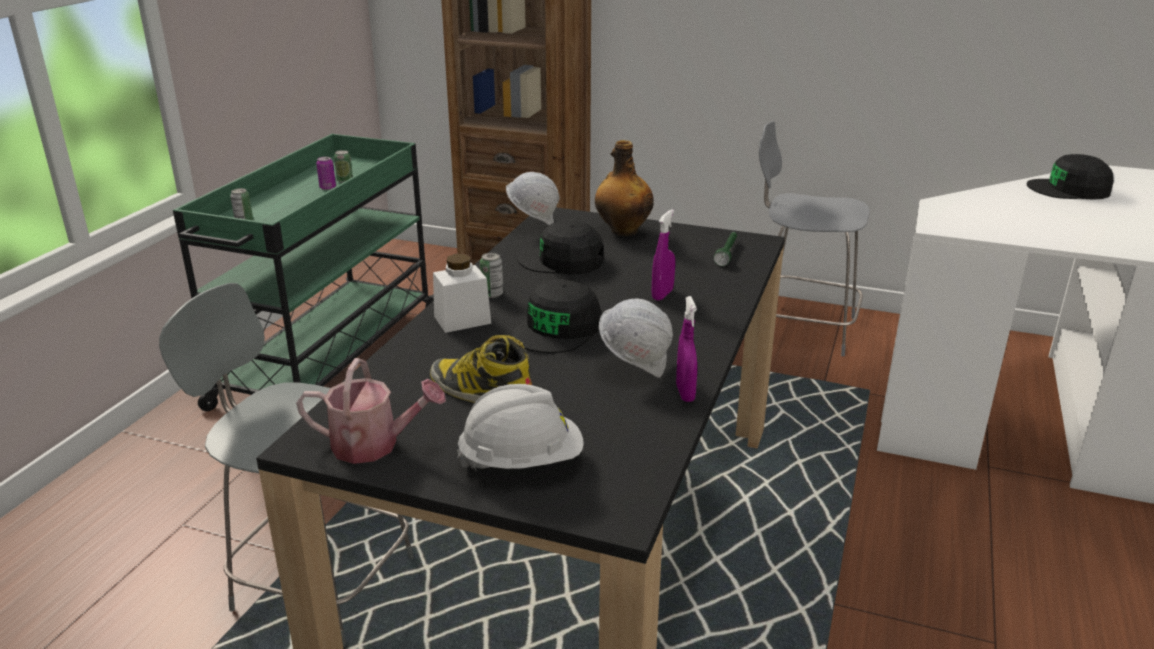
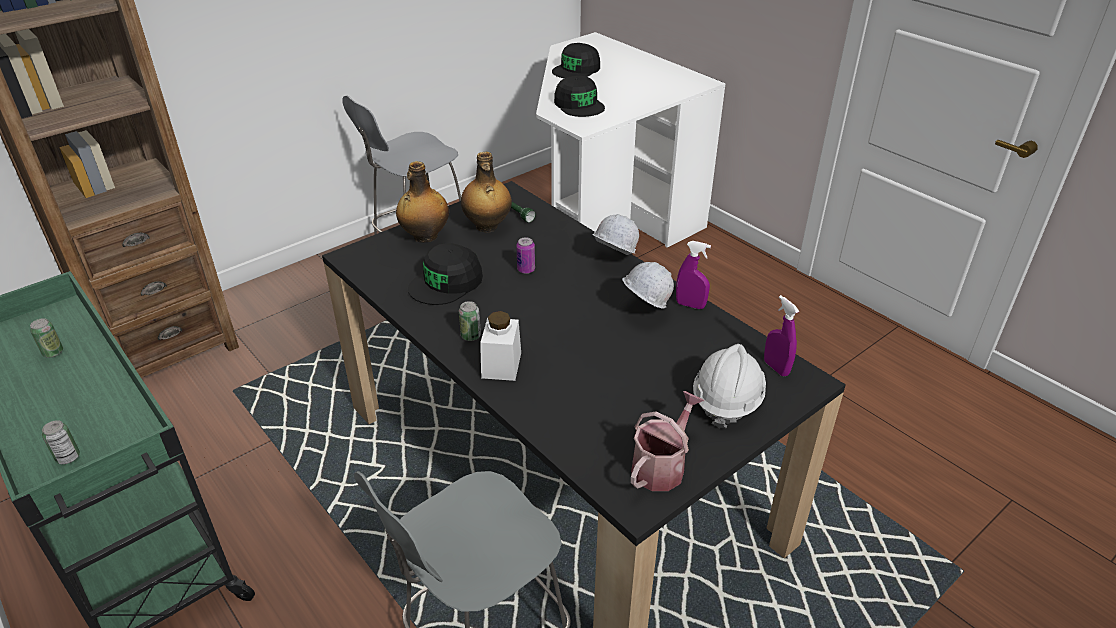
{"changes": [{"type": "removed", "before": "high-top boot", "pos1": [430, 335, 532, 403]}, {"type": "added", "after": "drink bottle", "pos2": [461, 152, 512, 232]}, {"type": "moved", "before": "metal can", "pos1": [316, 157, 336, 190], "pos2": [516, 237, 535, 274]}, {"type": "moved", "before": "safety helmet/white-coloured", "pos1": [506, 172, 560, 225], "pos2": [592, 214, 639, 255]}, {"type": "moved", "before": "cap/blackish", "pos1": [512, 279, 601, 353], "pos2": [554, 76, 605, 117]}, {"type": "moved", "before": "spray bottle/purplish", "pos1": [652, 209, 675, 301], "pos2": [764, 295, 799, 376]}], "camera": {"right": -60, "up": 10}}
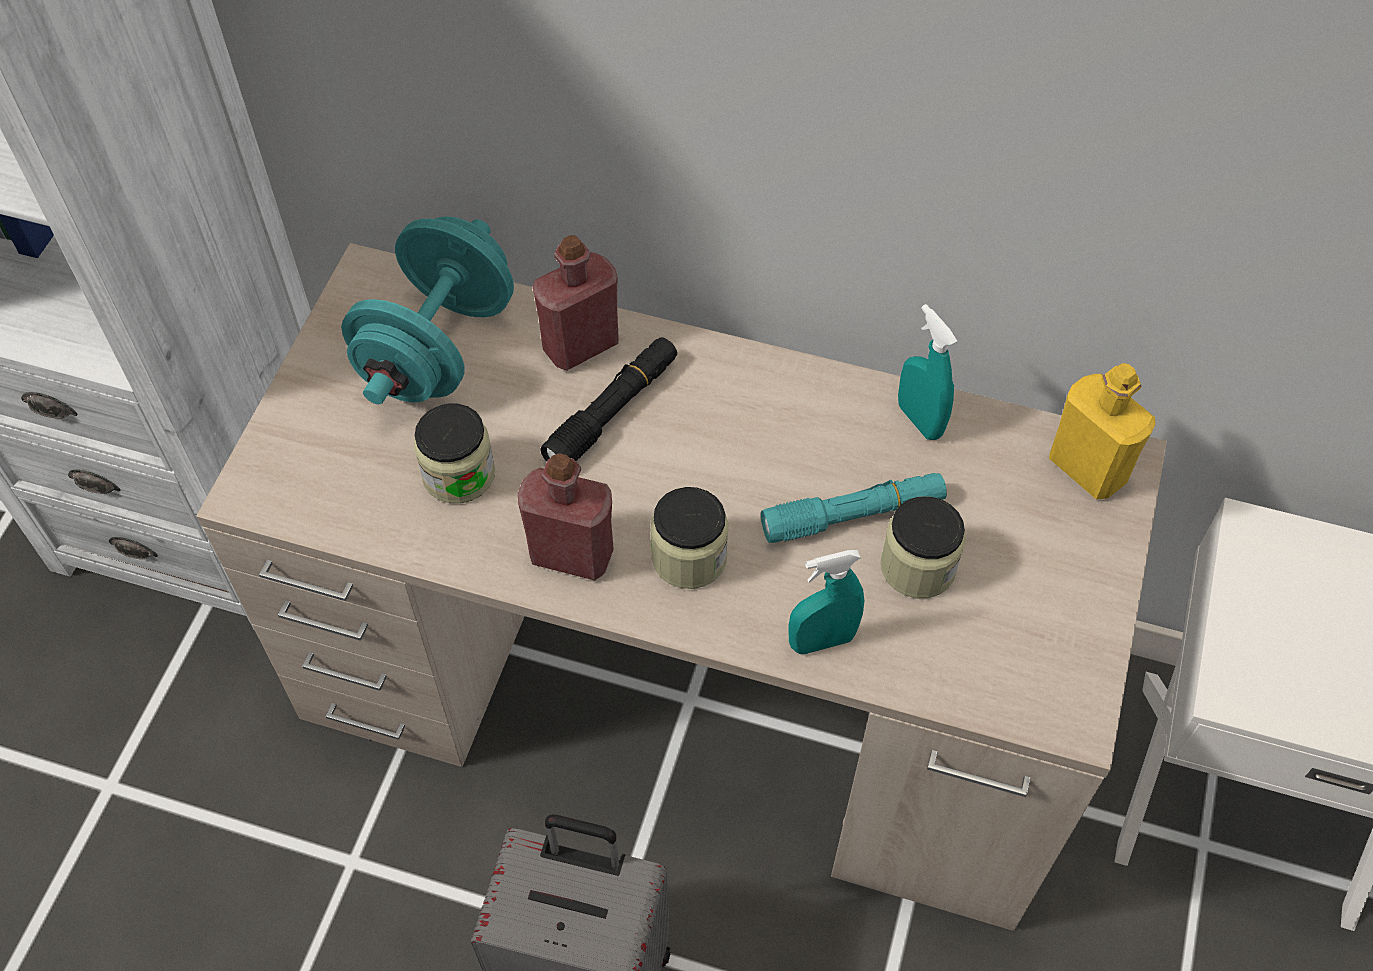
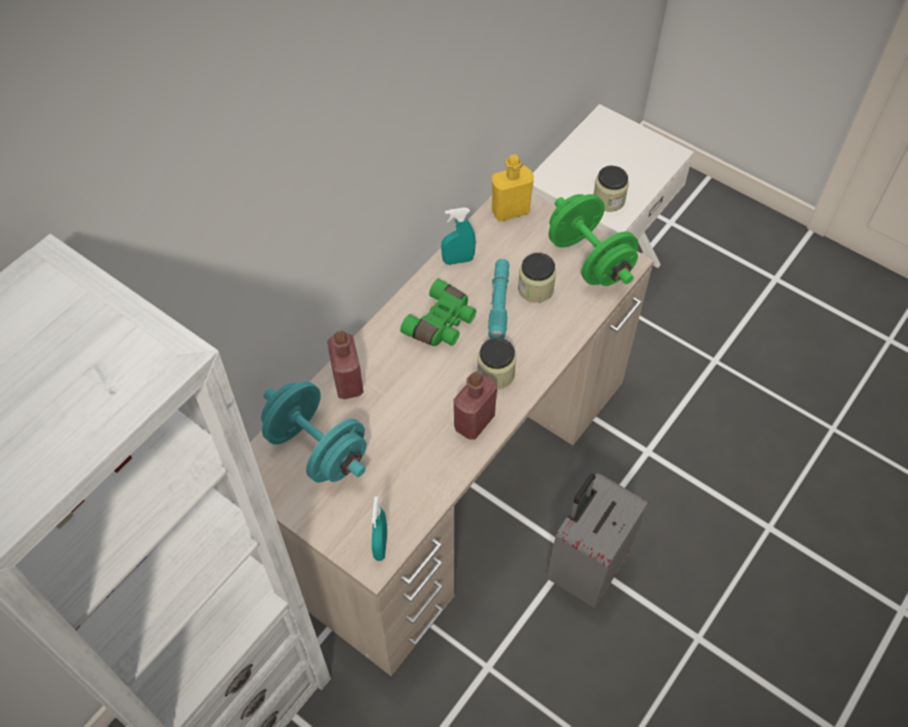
{"changes": [{"type": "removed", "before": "flashlight/blackish", "pos1": [540, 337, 677, 461]}, {"type": "added", "after": "binoculars/green", "pos2": [400, 279, 476, 346]}, {"type": "added", "after": "free weight/green", "pos2": [549, 194, 639, 286]}, {"type": "moved", "before": "preserve jar", "pos1": [414, 404, 495, 504], "pos2": [594, 166, 629, 212]}, {"type": "moved", "before": "spray bottle/turquoise", "pos1": [788, 550, 864, 654], "pos2": [371, 496, 387, 561]}], "camera": {"right": -70, "up": 0}}
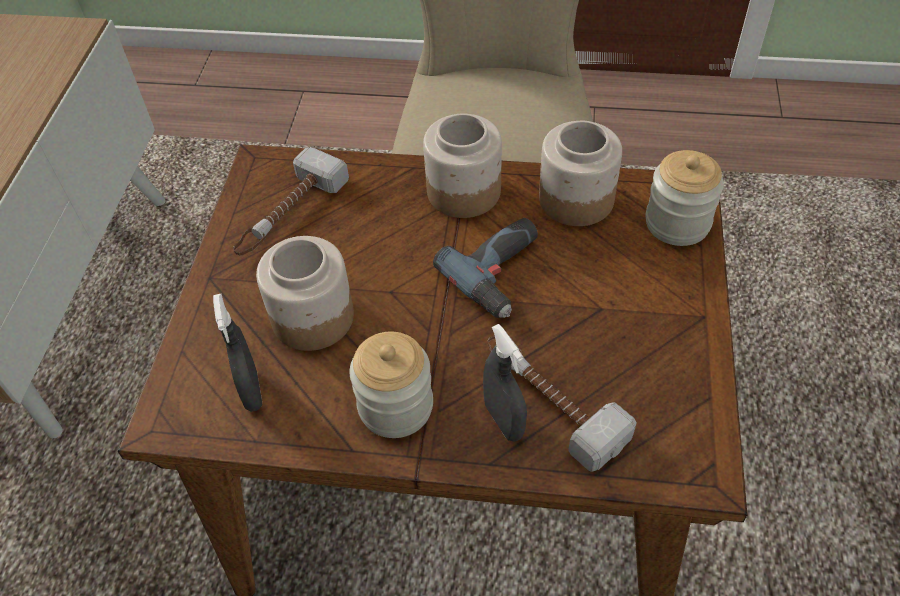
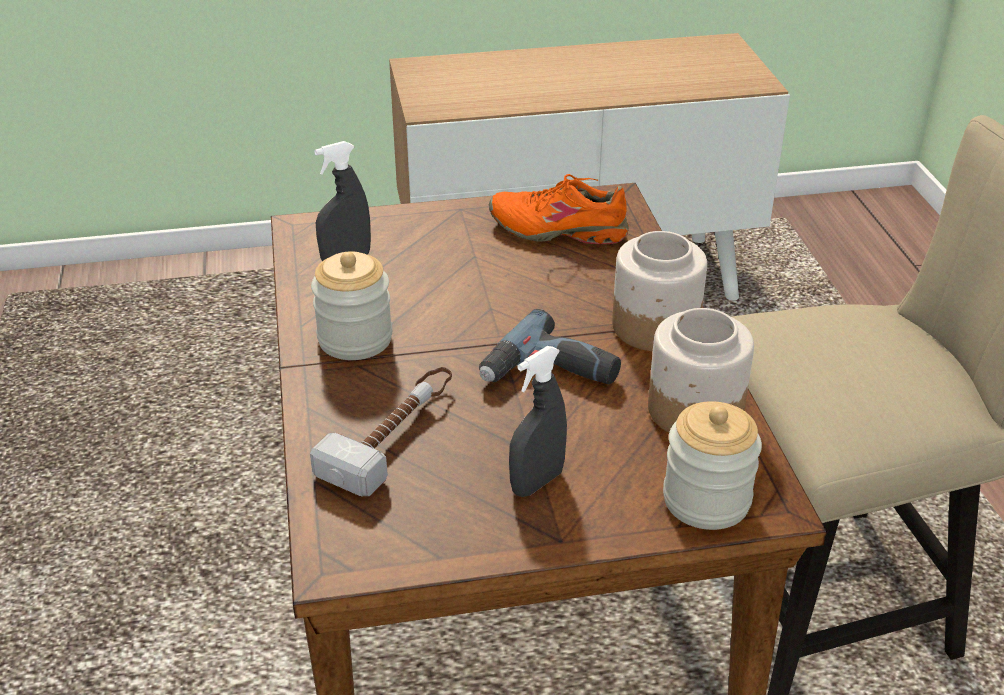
{"changes": [{"type": "removed", "before": "preserve jar", "pos1": [256, 236, 354, 351]}, {"type": "moved", "before": "spray bottle/grey", "pos1": [483, 324, 527, 442], "pos2": [509, 346, 567, 497]}, {"type": "replaced", "before": "hand hammer", "after": "shoe/orange-coloured", "pos1": [233, 147, 349, 256], "pos2": [489, 174, 629, 244]}], "camera": {"right": 70, "up": -15}}
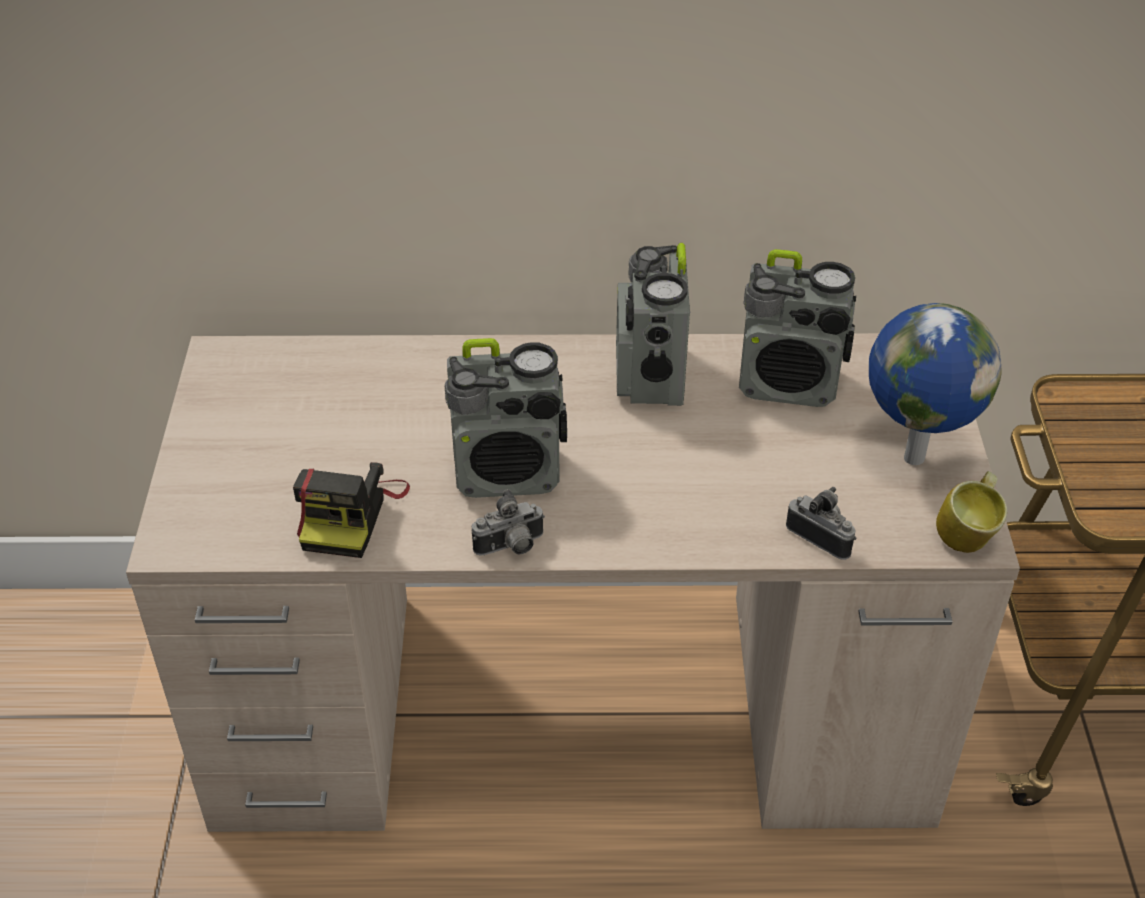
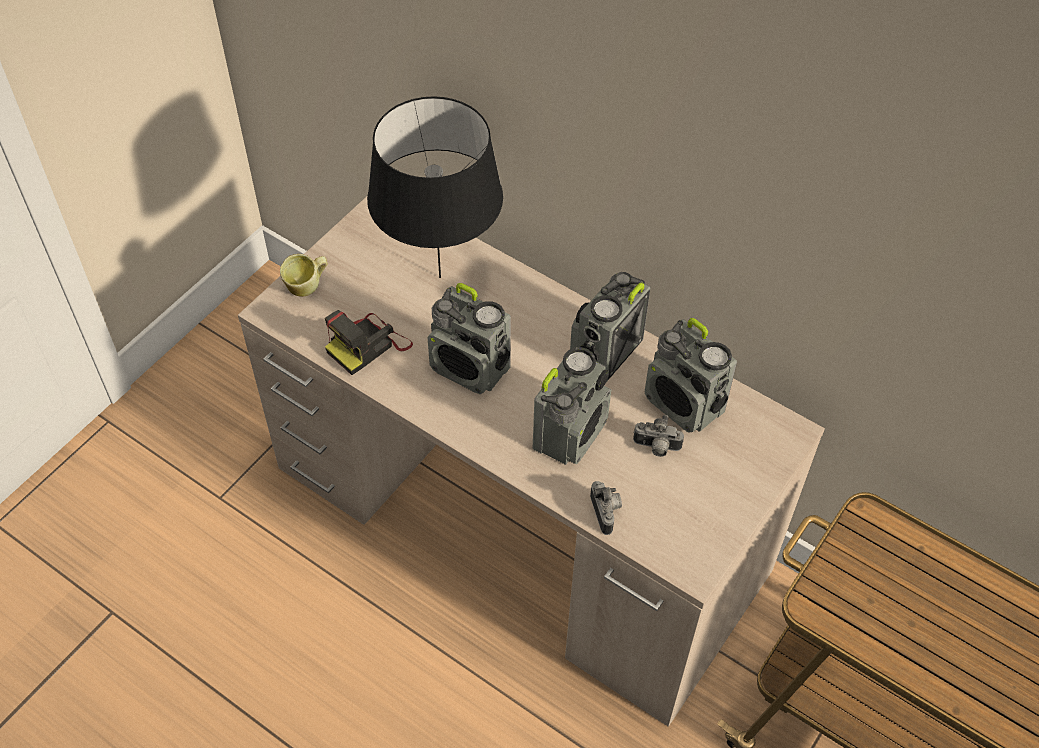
{"changes": [{"type": "removed", "before": "desk globe", "pos1": [869, 303, 1002, 465]}, {"type": "added", "after": "table lamp/blackish", "pos2": [367, 96, 503, 278]}, {"type": "added", "after": "radio set", "pos2": [533, 347, 611, 465]}, {"type": "moved", "before": "photo camera", "pos1": [472, 489, 545, 556], "pos2": [633, 415, 684, 457]}, {"type": "moved", "before": "coffee mug", "pos1": [936, 471, 1007, 553], "pos2": [280, 254, 327, 297]}], "camera": {"right": 35, "up": 10}}
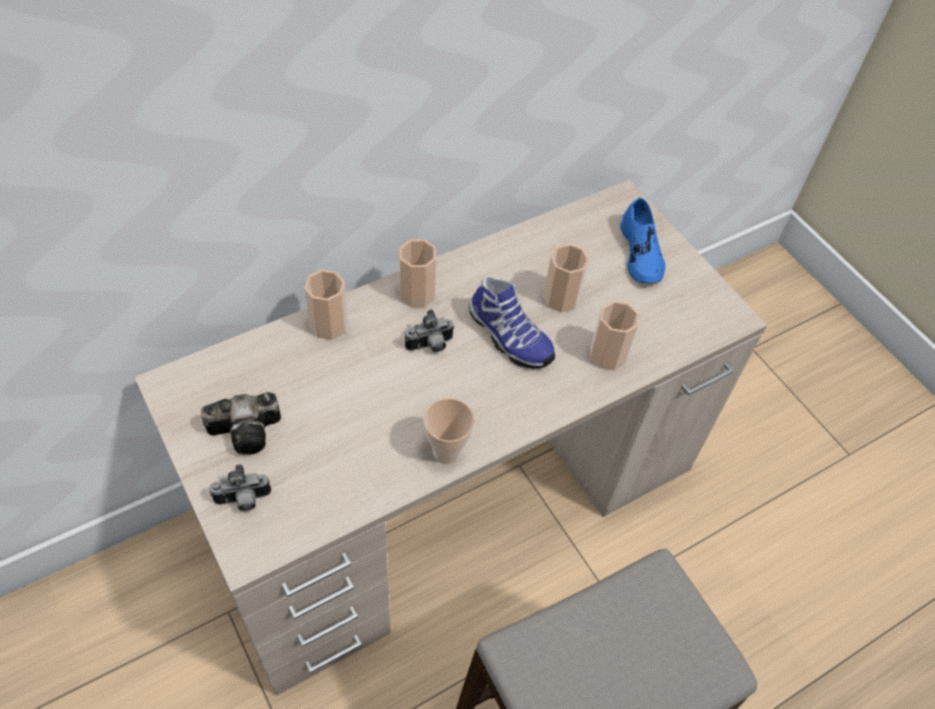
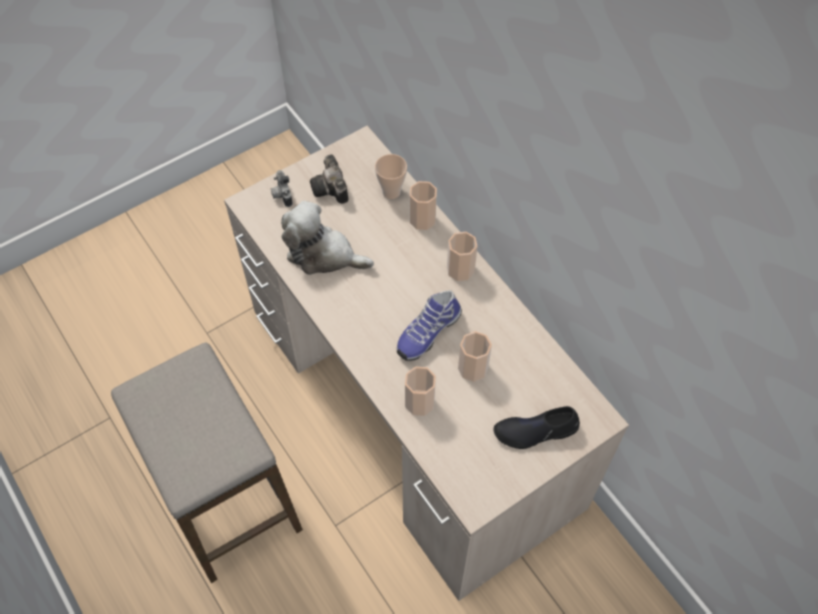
{"changes": [{"type": "removed", "before": "photo camera", "pos1": [405, 309, 455, 352]}, {"type": "added", "after": "soft toy", "pos2": [281, 201, 374, 275]}, {"type": "moved", "before": "small cup", "pos1": [424, 398, 475, 464], "pos2": [375, 154, 407, 199]}, {"type": "recoloured", "before": "shoe/blue-coloured", "after": "shoe/blackish", "pos1": [620, 197, 666, 283], "pos2": [494, 406, 580, 449]}], "camera": {"right": 90, "up": 5}}
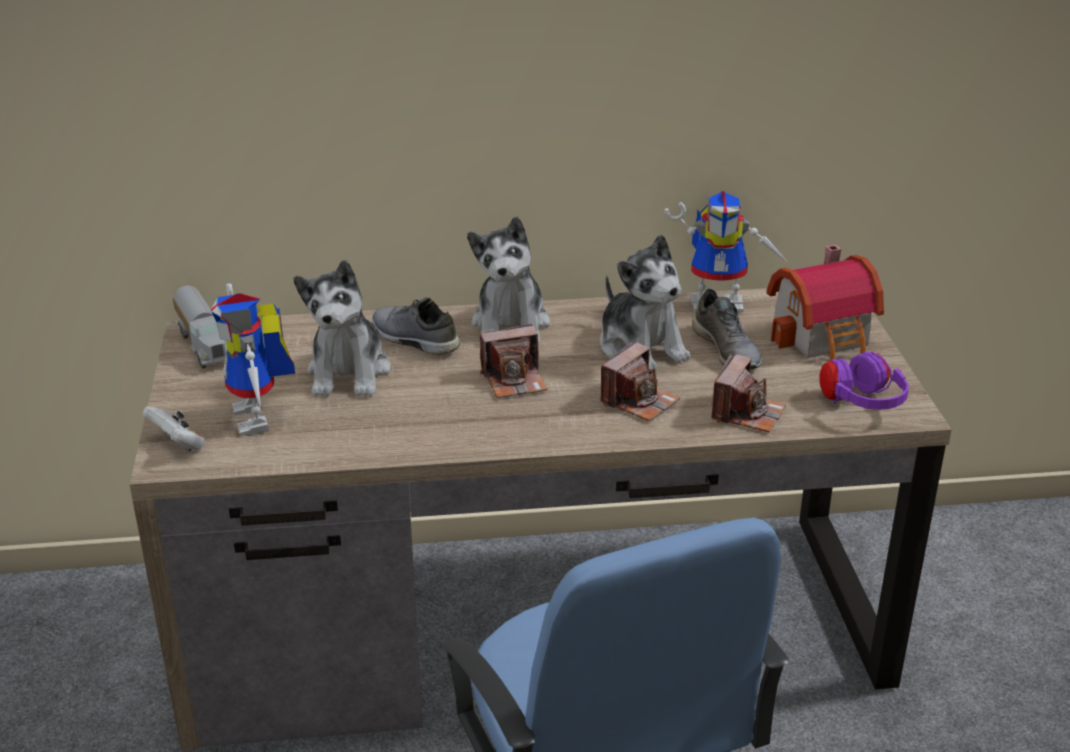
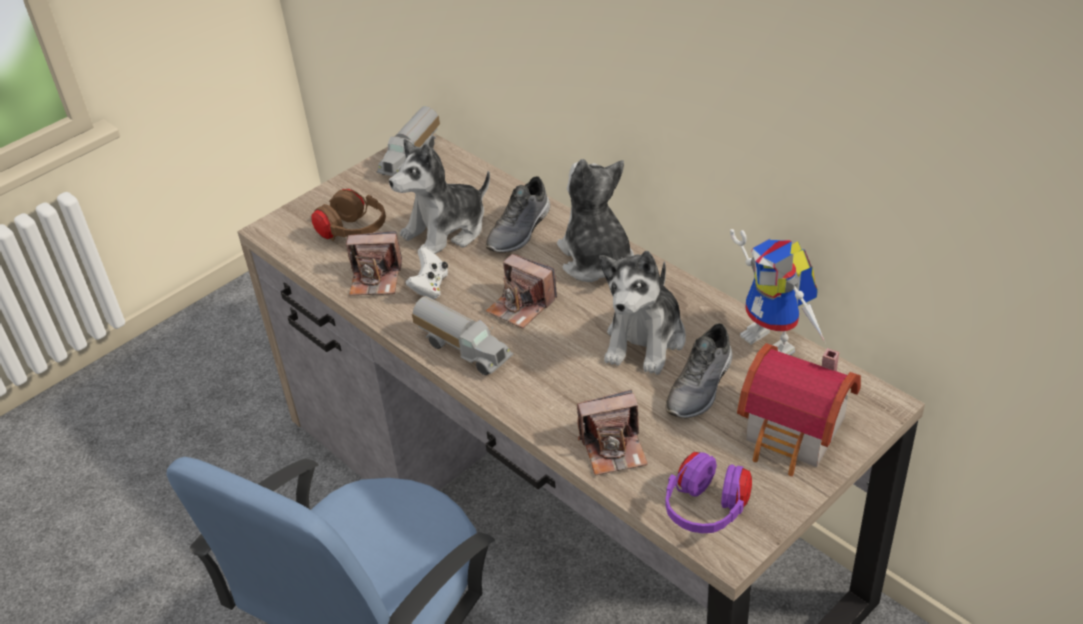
{"changes": [{"type": "added", "after": "toy truck", "pos2": [412, 296, 513, 375]}, {"type": "moved", "before": "joypad/white-coloured", "pos1": [142, 406, 205, 451], "pos2": [405, 247, 448, 299]}, {"type": "moved", "before": "photo camera", "pos1": [600, 342, 680, 421], "pos2": [346, 231, 402, 296]}, {"type": "replaced", "before": "model robot", "after": "headset/brown", "pos1": [211, 283, 295, 436], "pos2": [311, 189, 386, 241]}, {"type": "turned", "before": "shoe/grey", "pos1": [372, 297, 460, 355], "pos2": [485, 176, 550, 253], "turn": -150}, {"type": "turned", "before": "soft toy", "pos1": [467, 216, 550, 345], "pos2": [557, 159, 634, 282], "turn": 105}], "camera": {"right": 55, "up": 10}}
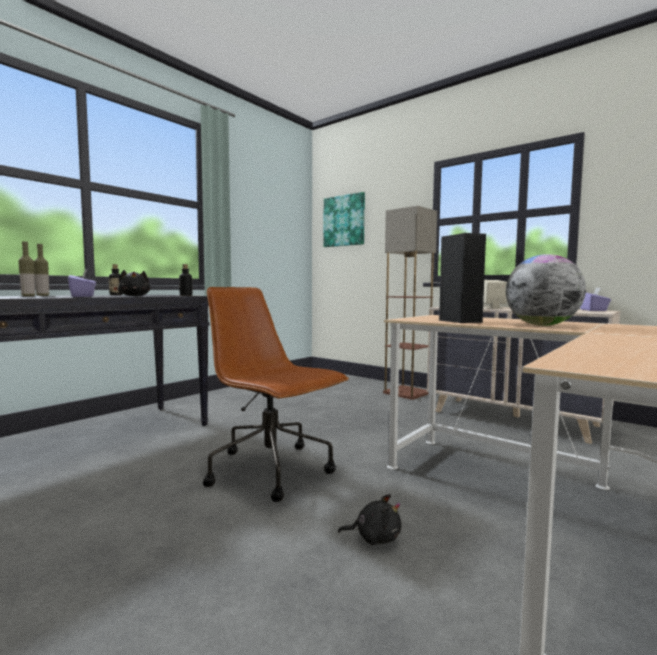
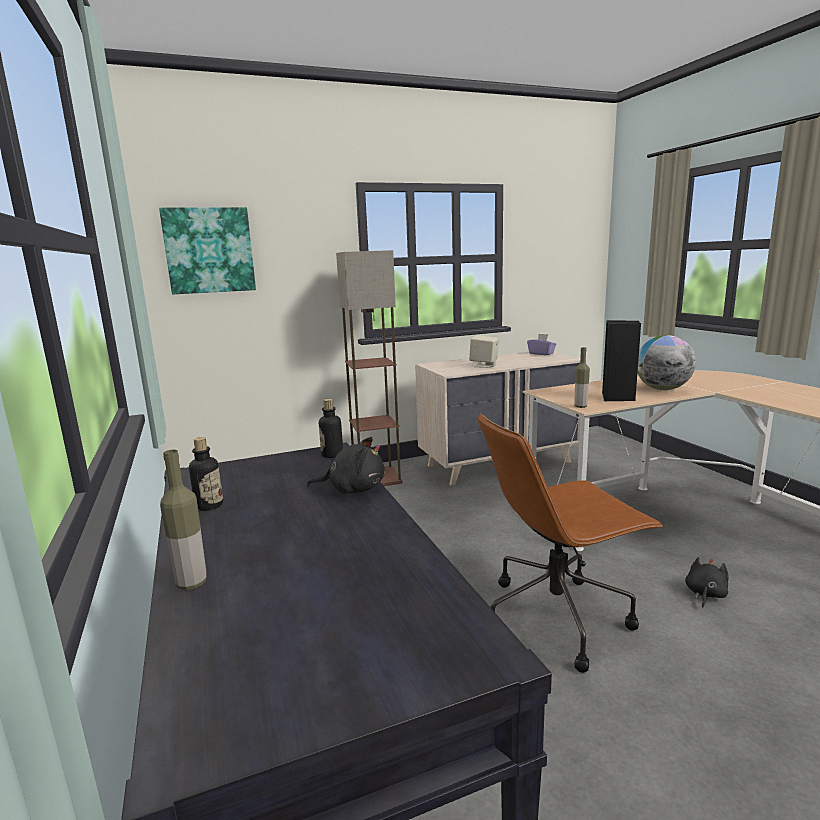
{"changes": [{"type": "removed", "before": "box of tissues/purplish", "pos1": [68, 269, 96, 297]}, {"type": "moved", "before": "drink bottle", "pos1": [18, 241, 35, 296], "pos2": [574, 347, 590, 408]}], "camera": {"right": -60, "up": 10}}
